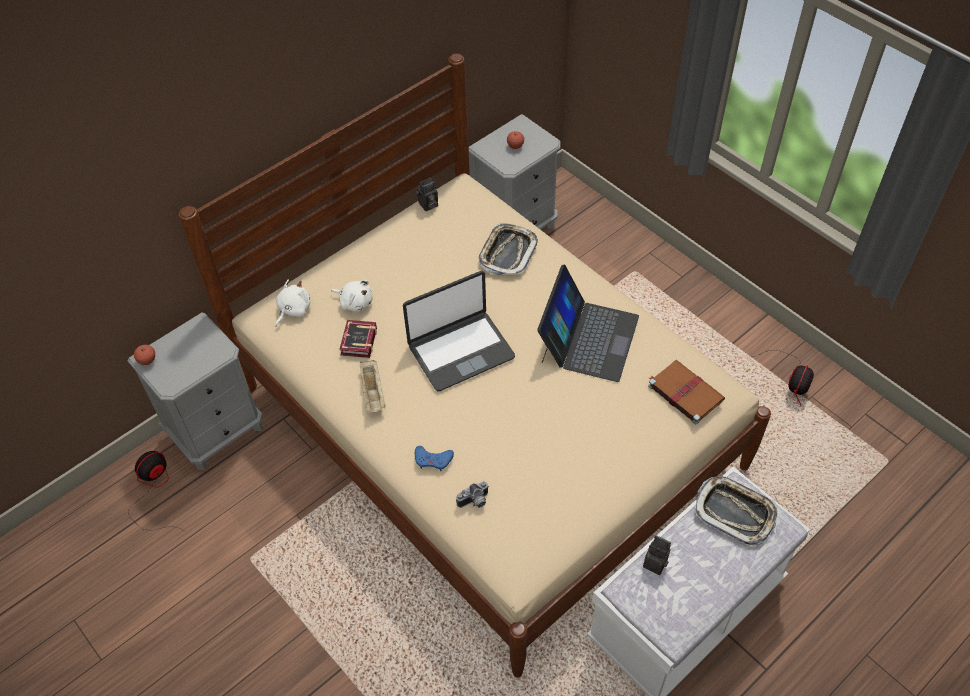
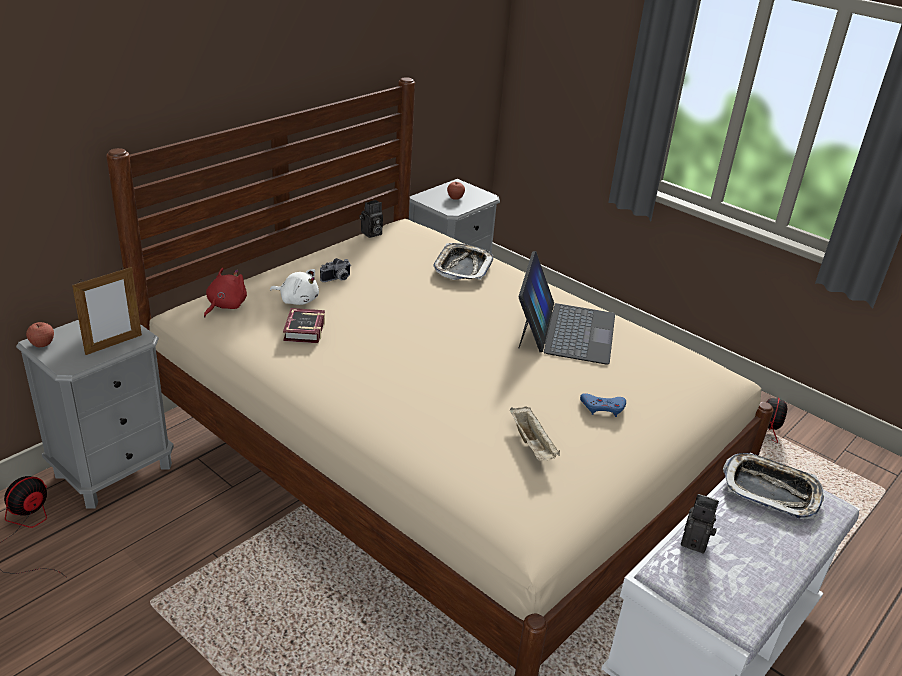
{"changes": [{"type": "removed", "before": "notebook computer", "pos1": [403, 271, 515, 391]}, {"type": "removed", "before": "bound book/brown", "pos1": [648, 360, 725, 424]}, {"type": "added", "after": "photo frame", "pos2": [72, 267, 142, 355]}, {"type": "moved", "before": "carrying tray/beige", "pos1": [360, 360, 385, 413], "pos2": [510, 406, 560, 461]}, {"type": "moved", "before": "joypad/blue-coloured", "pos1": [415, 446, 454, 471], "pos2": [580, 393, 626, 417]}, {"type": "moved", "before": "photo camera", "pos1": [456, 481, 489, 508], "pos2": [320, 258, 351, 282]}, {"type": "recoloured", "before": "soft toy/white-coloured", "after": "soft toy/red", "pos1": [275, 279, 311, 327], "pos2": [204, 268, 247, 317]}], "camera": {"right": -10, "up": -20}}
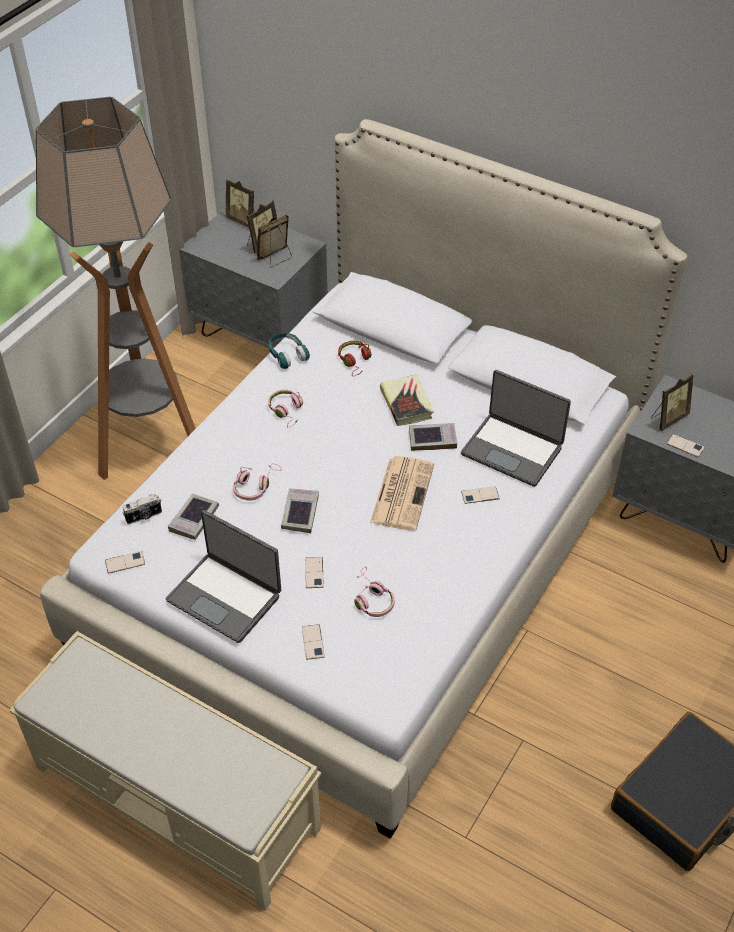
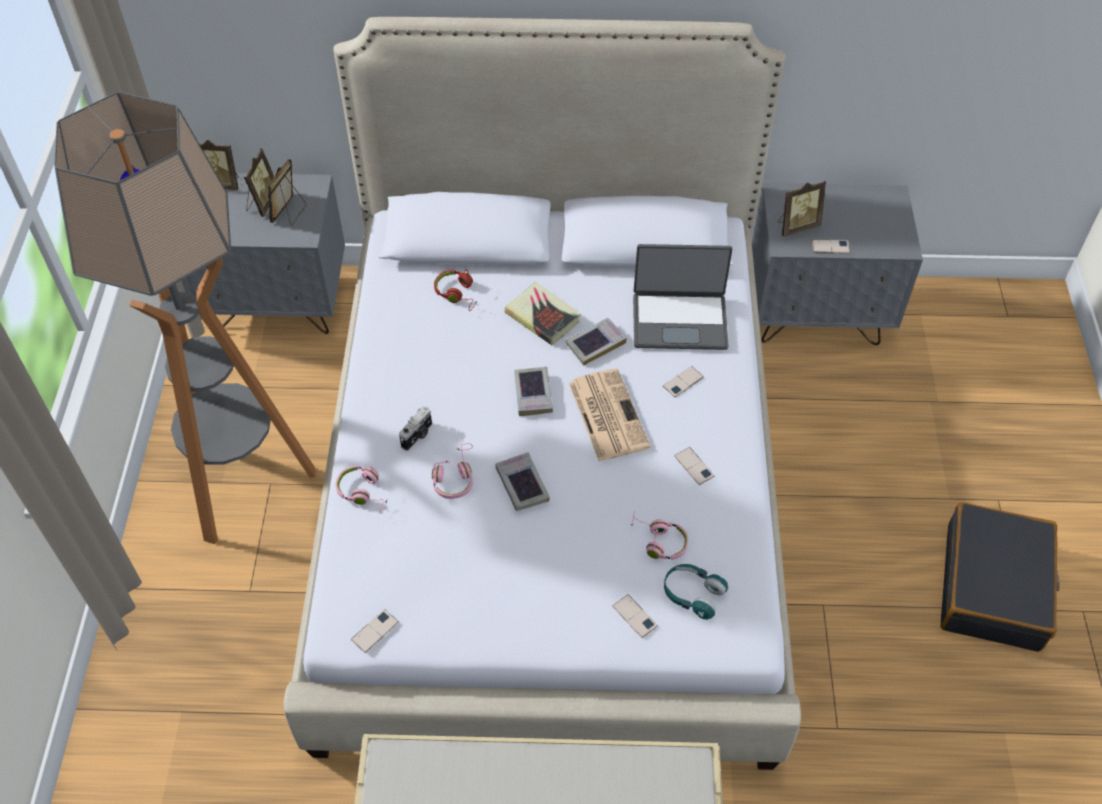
{"changes": [{"type": "removed", "before": "notebook computer", "pos1": [166, 510, 281, 643]}, {"type": "moved", "before": "photo camera", "pos1": [122, 494, 162, 524], "pos2": [399, 407, 432, 451]}, {"type": "moved", "before": "bound book", "pos1": [168, 494, 219, 540], "pos2": [514, 367, 553, 416]}, {"type": "moved", "before": "headset/pink-coloured", "pos1": [268, 389, 303, 428], "pos2": [335, 465, 387, 514]}, {"type": "moved", "before": "headset/turquoise", "pos1": [269, 333, 310, 369], "pos2": [664, 564, 728, 620]}, {"type": "moved", "before": "handset", "pos1": [305, 557, 324, 588], "pos2": [675, 447, 715, 485]}, {"type": "turned", "before": "photo frame", "pos1": [651, 374, 694, 431], "pos2": [778, 181, 826, 237], "turn": 45}], "camera": {"right": -30, "up": 5}}
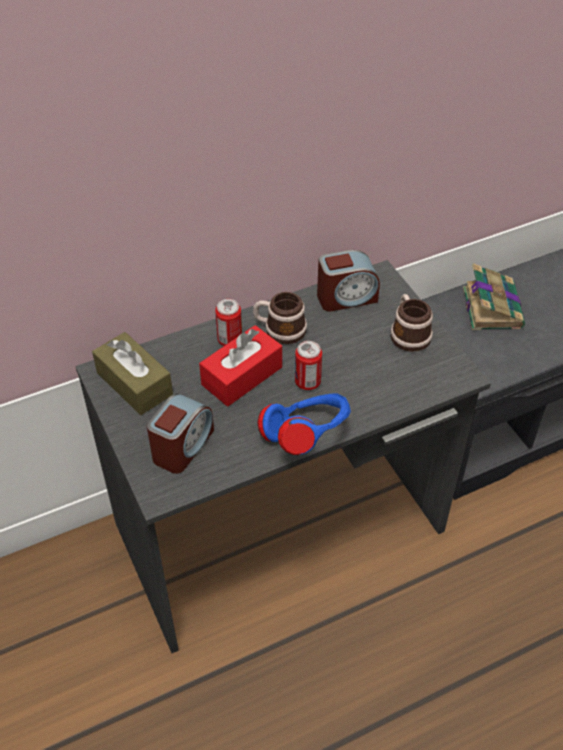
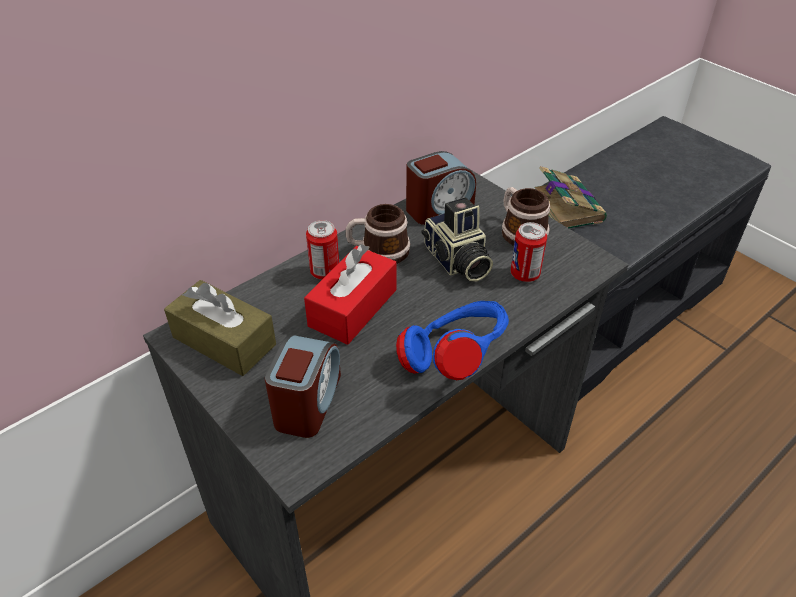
{"changes": [{"type": "added", "after": "photo camera", "pos2": [422, 197, 493, 282]}, {"type": "moved", "before": "metal can", "pos1": [295, 341, 322, 390], "pos2": [511, 222, 547, 282]}], "camera": {"right": -15, "up": -5}}
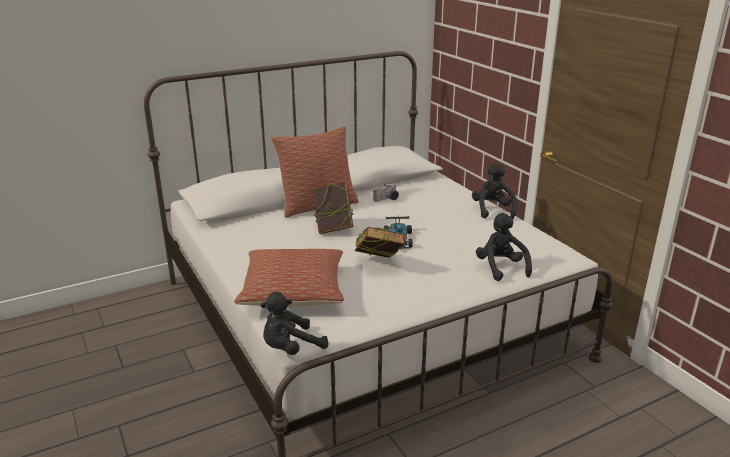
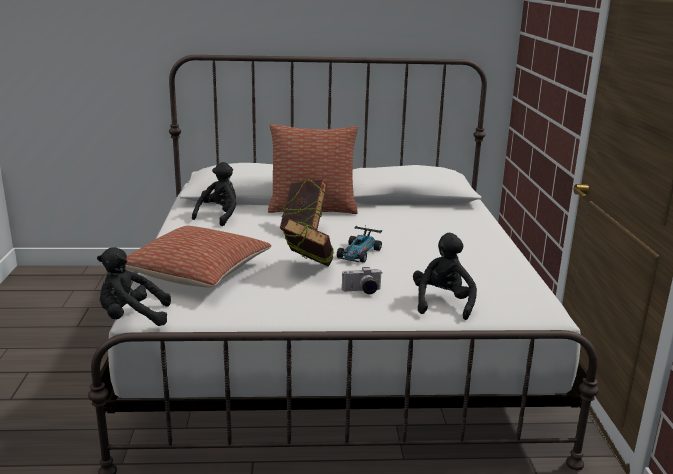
{"changes": [{"type": "moved", "before": "photo camera", "pos1": [373, 183, 399, 202], "pos2": [342, 267, 382, 294]}, {"type": "moved", "before": "soft toy/blackish", "pos1": [472, 163, 517, 219], "pos2": [192, 162, 237, 226]}], "camera": {"right": 25, "up": -5}}
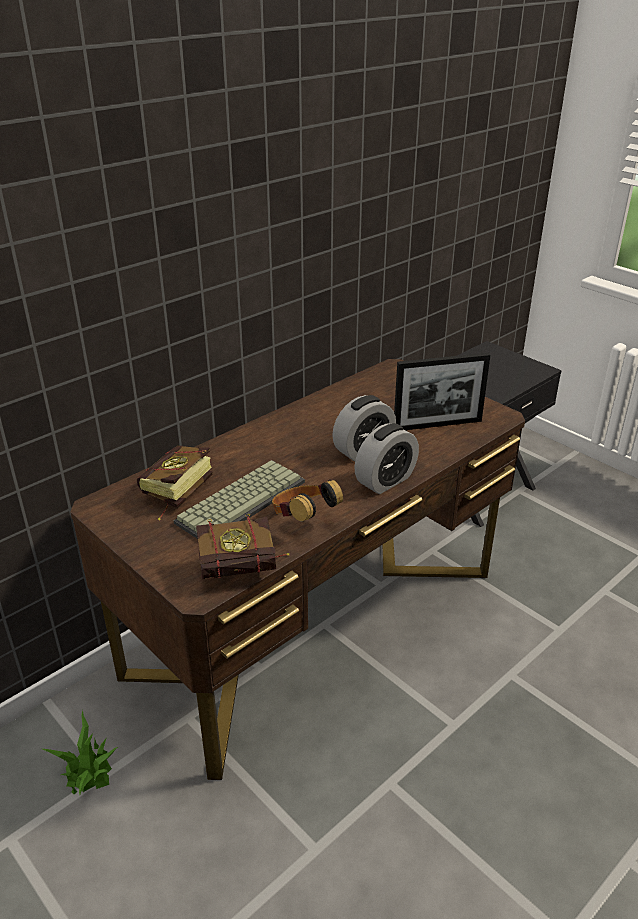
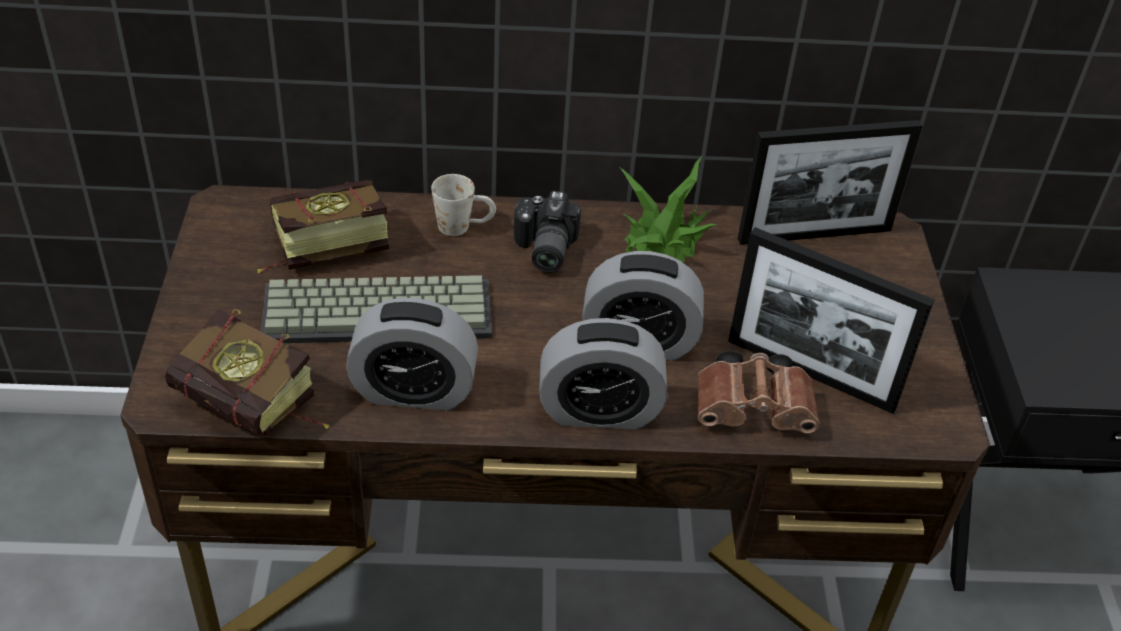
{"changes": [{"type": "added", "after": "coffee mug/white-coloured", "pos2": [431, 174, 496, 236]}, {"type": "added", "after": "photo camera", "pos2": [514, 191, 581, 273]}, {"type": "added", "after": "binoculars/brown", "pos2": [698, 351, 820, 433]}, {"type": "added", "after": "photo frame", "pos2": [737, 120, 923, 245]}, {"type": "moved", "before": "plant in a pot", "pos1": [43, 710, 118, 794], "pos2": [621, 156, 718, 262]}, {"type": "replaced", "before": "headset", "after": "alarm clock", "pos1": [272, 480, 343, 522], "pos2": [346, 298, 478, 410]}], "camera": {"right": 40, "up": 10}}
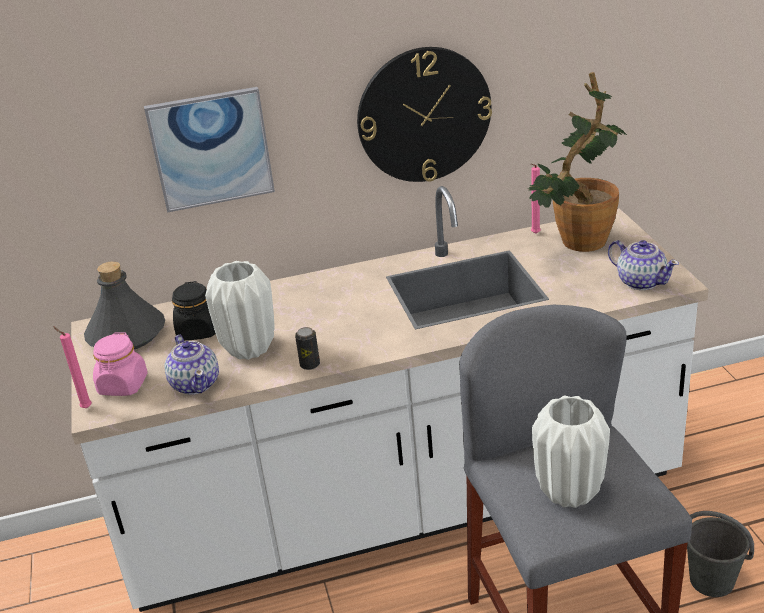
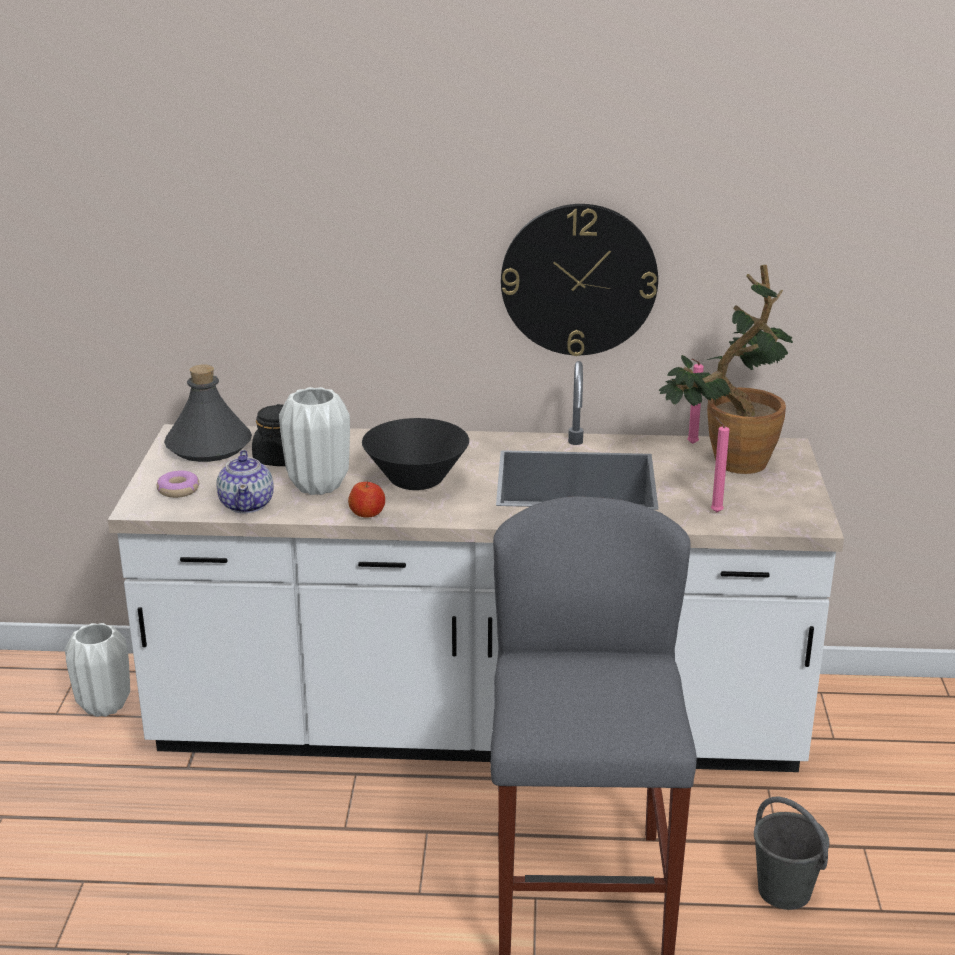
{"changes": [{"type": "removed", "before": "wall art", "pos1": [144, 87, 275, 212]}, {"type": "removed", "before": "teapot", "pos1": [608, 240, 679, 290]}, {"type": "added", "after": "deep dish/blackish", "pos2": [362, 418, 469, 490]}, {"type": "moved", "before": "candle/pink-coloured", "pos1": [53, 326, 92, 408], "pos2": [711, 416, 729, 512]}, {"type": "moved", "before": "vase/white-coloured", "pos1": [532, 396, 610, 508], "pos2": [65, 623, 130, 717]}, {"type": "replaced", "before": "preserve jar/pink-coloured", "after": "doughnut", "pos1": [93, 332, 148, 396], "pos2": [157, 470, 199, 498]}, {"type": "replaced", "before": "metal can", "after": "apple", "pos1": [295, 327, 320, 370], "pos2": [348, 481, 385, 518]}], "camera": {"right": 15, "up": -5}}
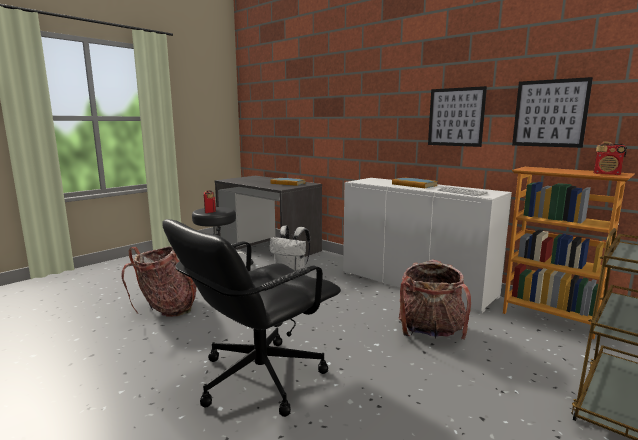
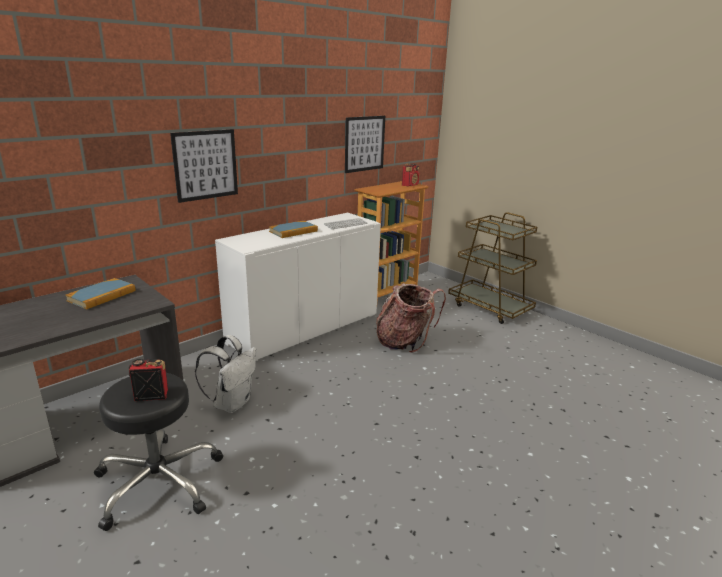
{"changes": [{"type": "removed", "before": "backpack", "pos1": [121, 246, 197, 316]}, {"type": "removed", "before": "desk chair/blackish", "pos1": [162, 219, 341, 417]}, {"type": "moved", "before": "wall art", "pos1": [428, 86, 487, 147], "pos2": [170, 129, 238, 203]}], "camera": {"right": -85, "up": 10}}
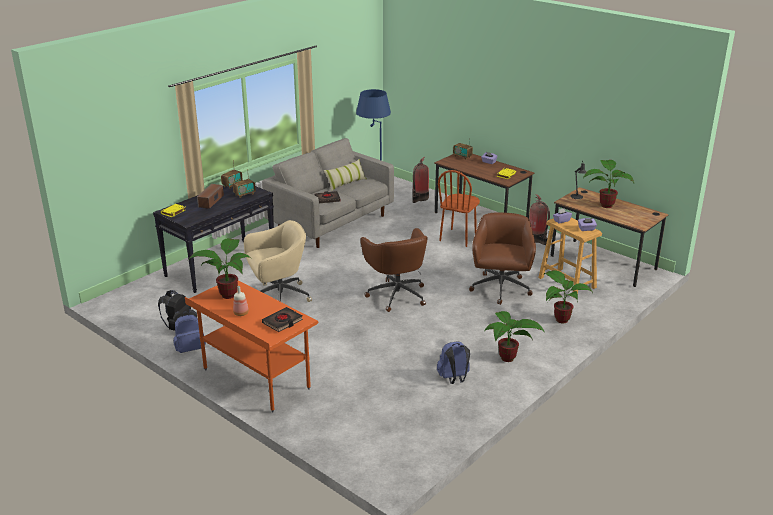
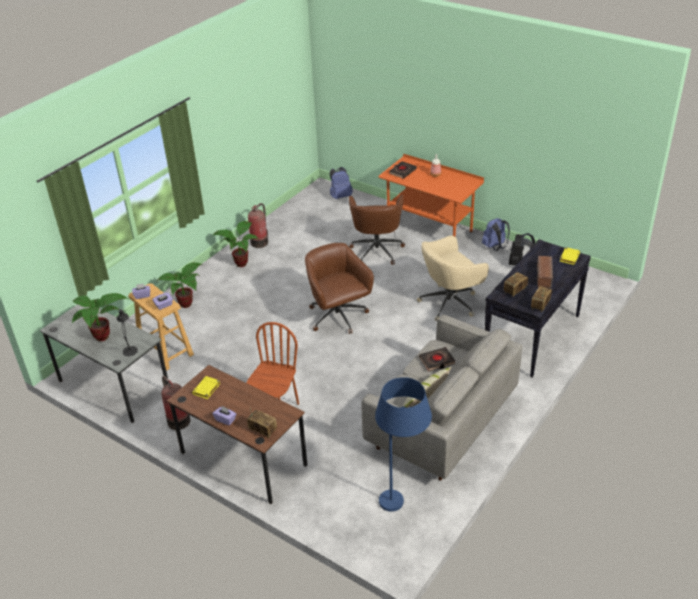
{"changes": [{"type": "removed", "before": "plant in a pot", "pos1": [188, 238, 251, 299]}, {"type": "moved", "before": "fire extinguisher", "pos1": [412, 157, 429, 203], "pos2": [248, 203, 268, 248]}, {"type": "moved", "before": "backpack/blue-coloured", "pos1": [437, 341, 470, 384], "pos2": [329, 167, 353, 199]}, {"type": "moved", "before": "desk chair/brown", "pos1": [469, 212, 536, 305], "pos2": [349, 195, 405, 265]}, {"type": "recoloured", "before": "desk table/brown", "after": "desk table/grey", "pos1": [550, 187, 668, 287], "pos2": [40, 304, 168, 423]}], "camera": {"right": 175, "up": 10}}
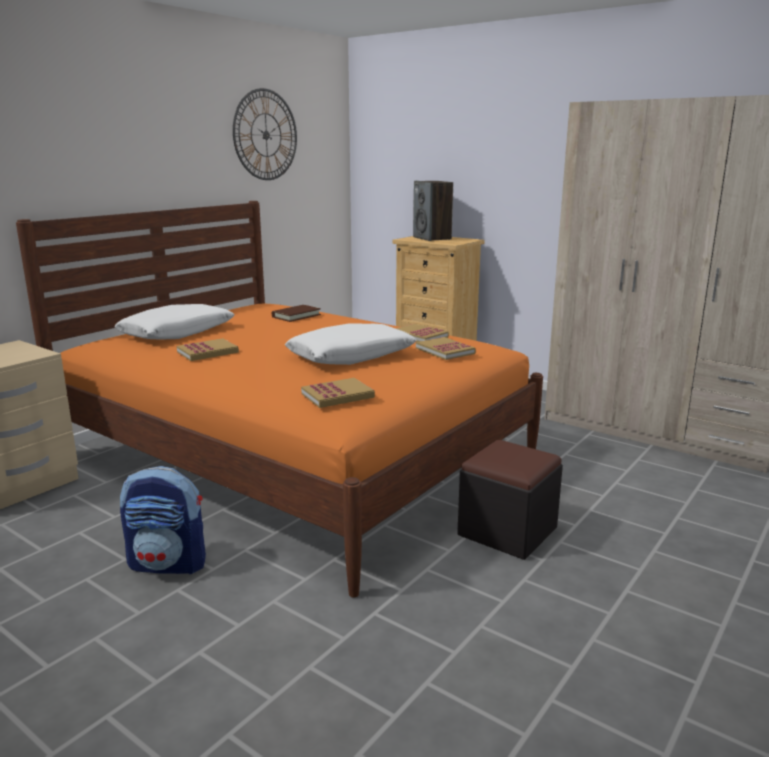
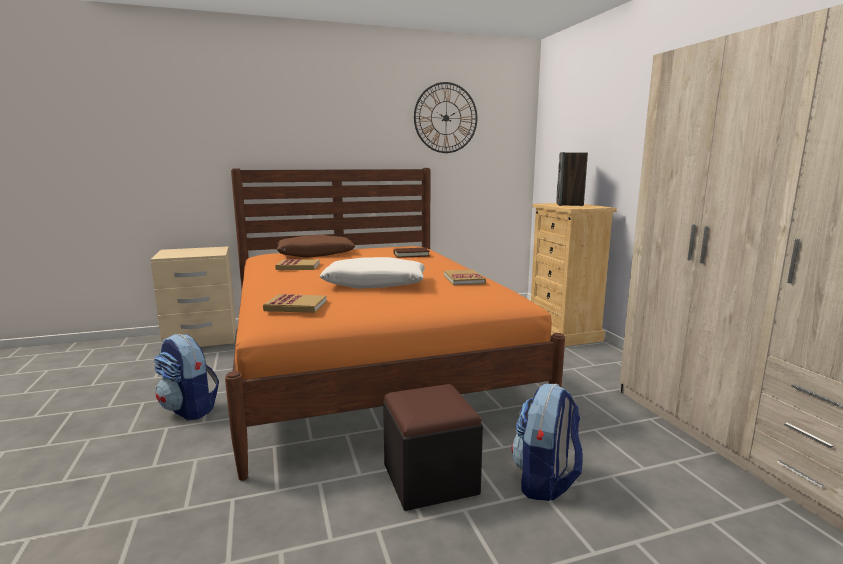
{"changes": [{"type": "removed", "before": "bound book", "pos1": [416, 337, 476, 360]}, {"type": "added", "after": "backpack", "pos2": [511, 383, 583, 501]}, {"type": "recoloured", "before": "throw pillow/white-coloured", "after": "throw pillow/brown", "pos1": [114, 304, 235, 340], "pos2": [277, 235, 355, 258]}], "camera": {"right": 35, "up": -5}}
